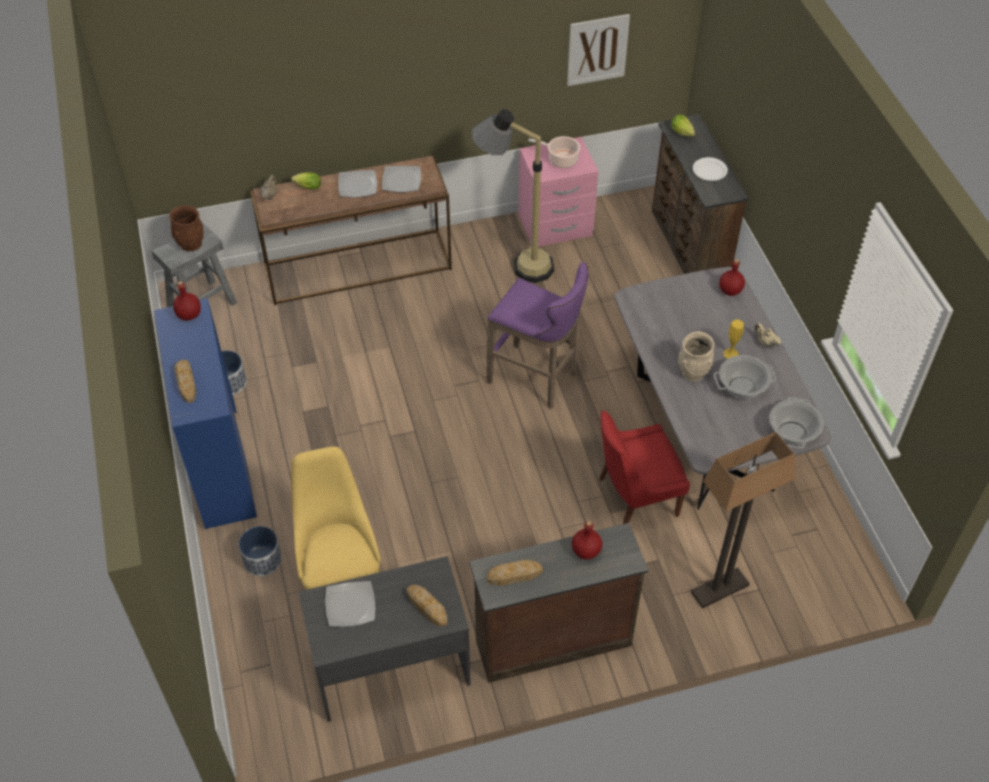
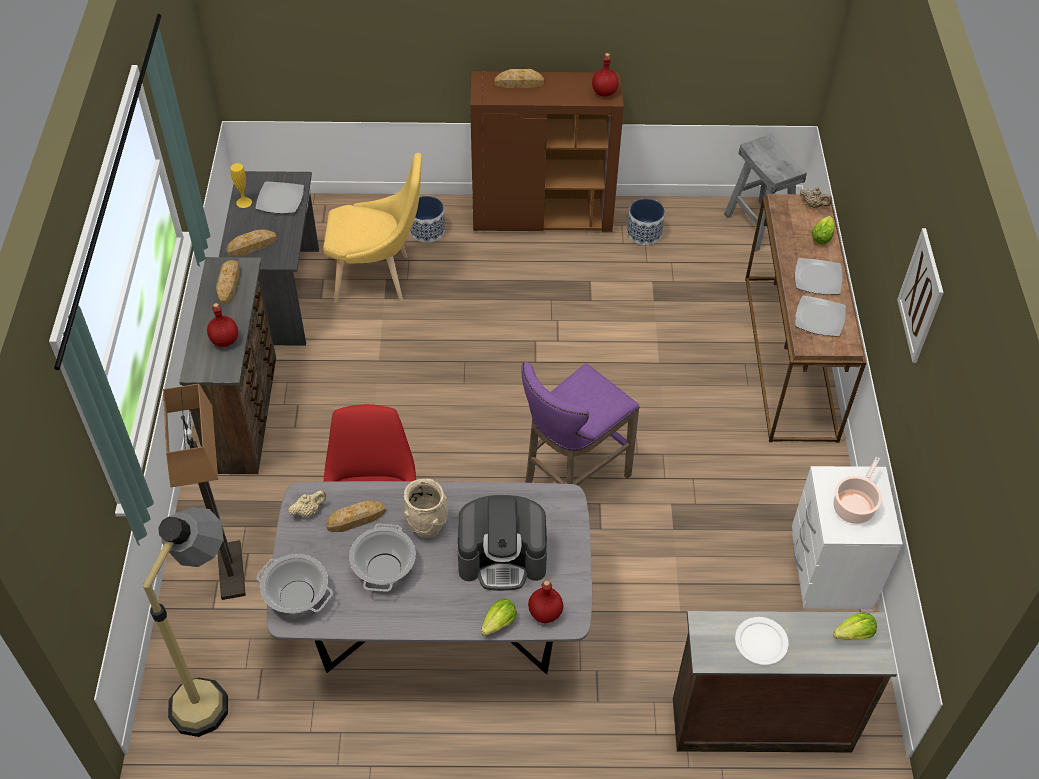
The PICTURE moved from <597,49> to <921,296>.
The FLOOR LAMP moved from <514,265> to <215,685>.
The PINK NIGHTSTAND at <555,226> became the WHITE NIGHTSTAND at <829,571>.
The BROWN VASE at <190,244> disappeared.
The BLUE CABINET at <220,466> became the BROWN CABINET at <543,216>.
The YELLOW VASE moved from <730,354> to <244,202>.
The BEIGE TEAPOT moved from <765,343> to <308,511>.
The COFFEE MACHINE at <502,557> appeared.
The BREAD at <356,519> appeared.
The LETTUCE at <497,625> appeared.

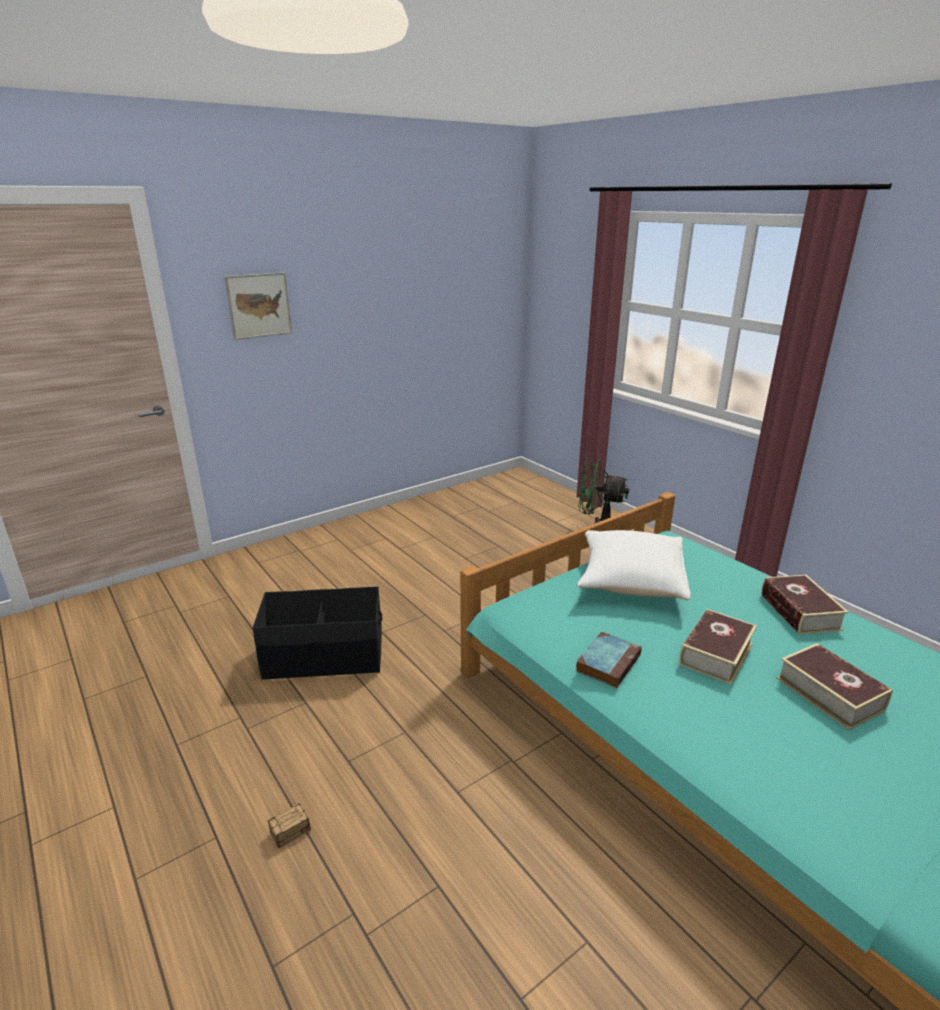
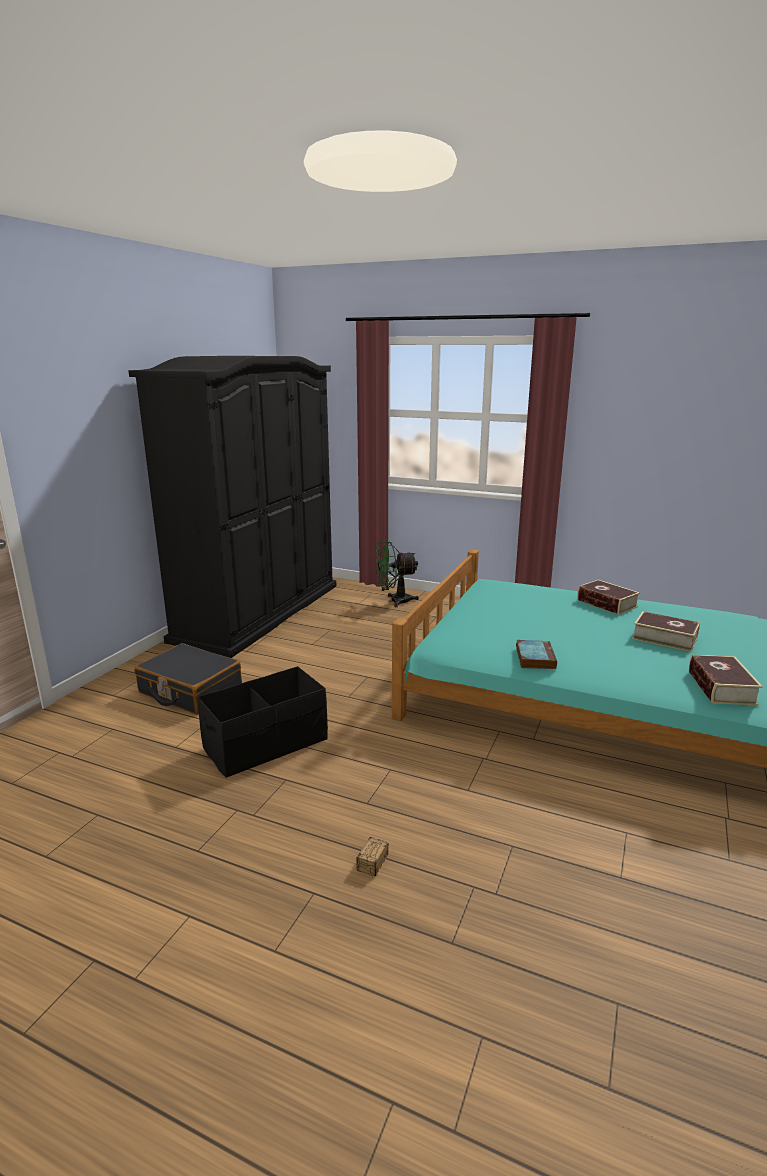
The PICTURE at <259,305> disappeared.
The WHITE PILLOW at <630,581> disappeared.
The BOOK moved from <716,654> to <721,687>.
The BLACK WARDROBE at <259,611> appeared.
The BLACK SUITCASE at <190,690> appeared.

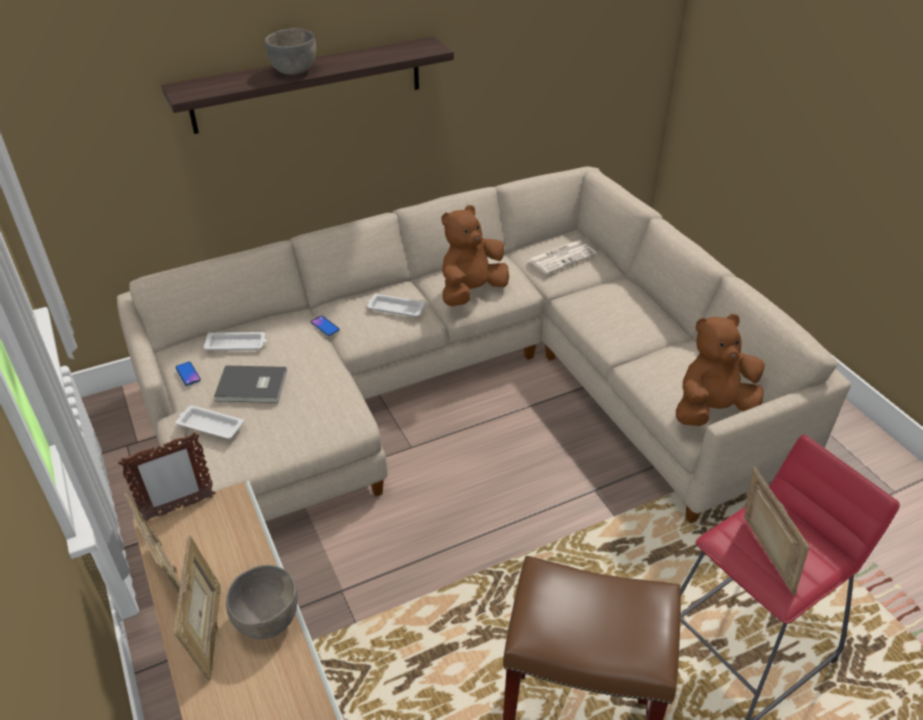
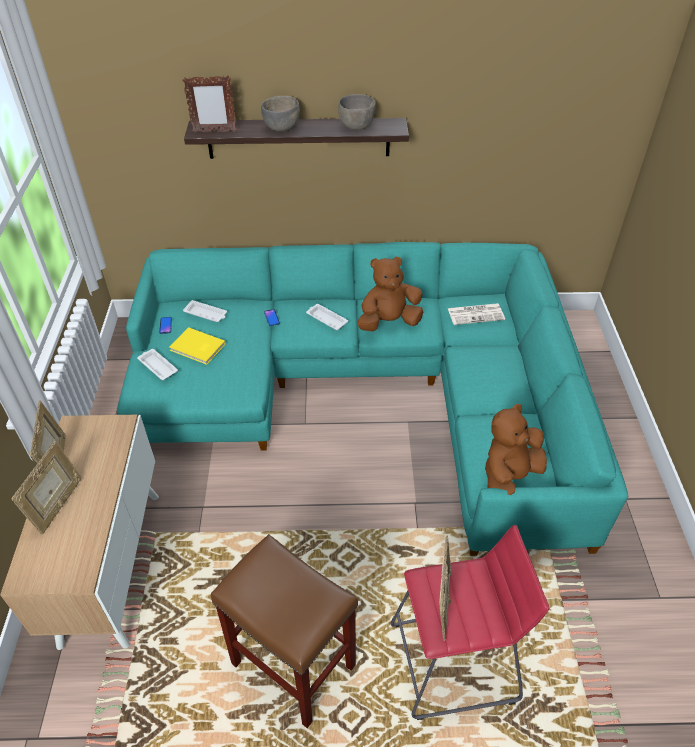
The BEIGE SOFA at <465,385> became the TURQUOISE SOFA at <370,390>.
The BROWN PLUSH TOY at <712,409> turned 45 degrees counterclockwise.
The GREY BOOK at <252,387> became the YELLOW BOOK at <197,348>.
The PICTURE FRAME moved from <179,508> to <214,132>.
The GREY BOWL moved from <267,621> to <356,126>.

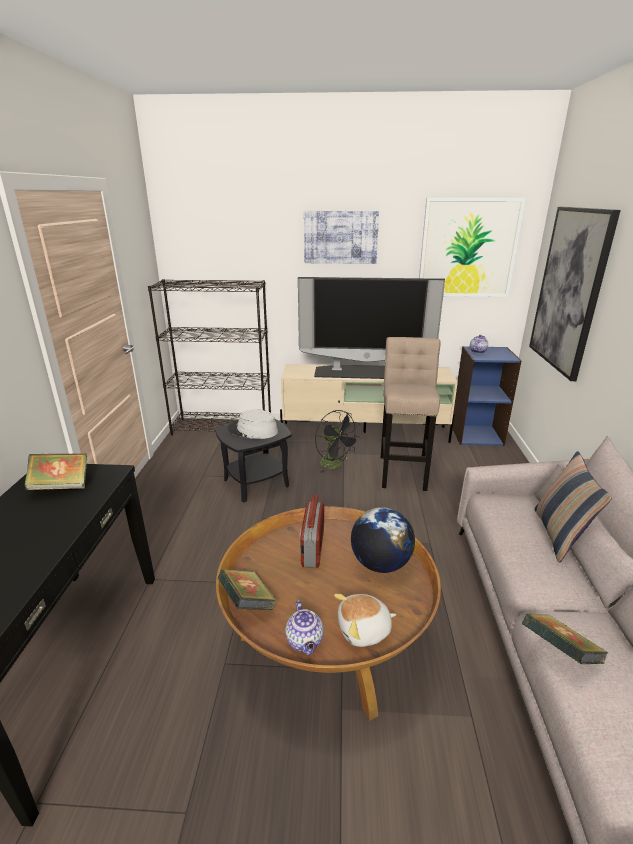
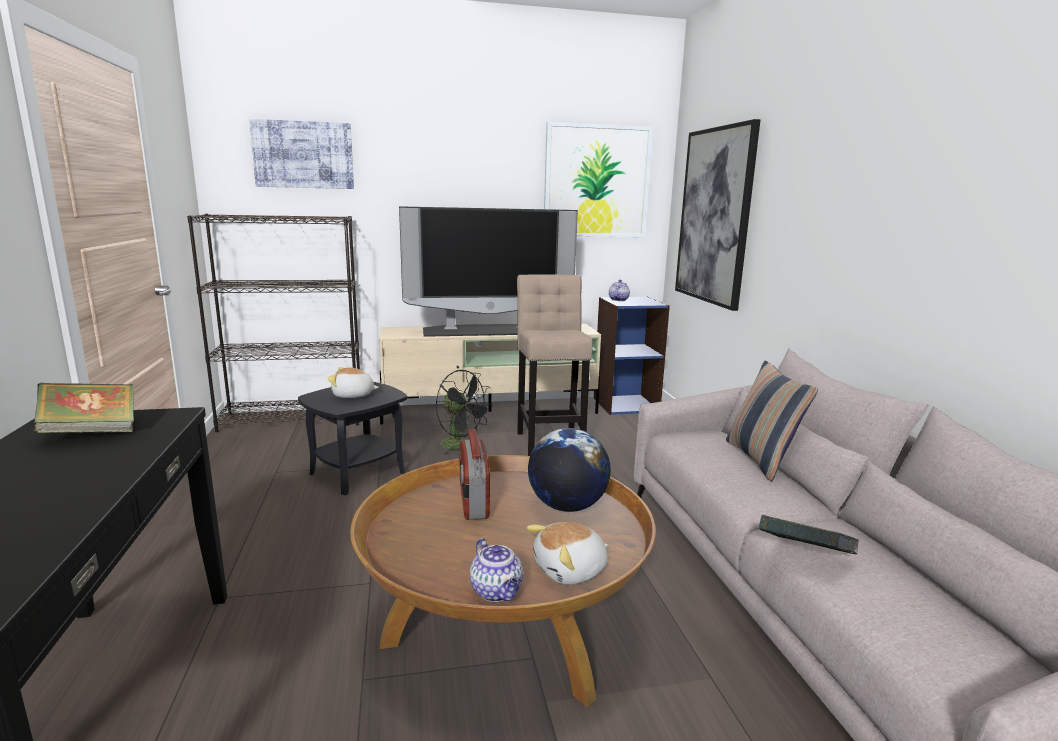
The PICTURE moved from <340,237> to <303,155>.
The GREY HAT at <253,430> was replaced by the PLUSH TOY at <353,395>.
The BOOK at <247,603> disappeared.

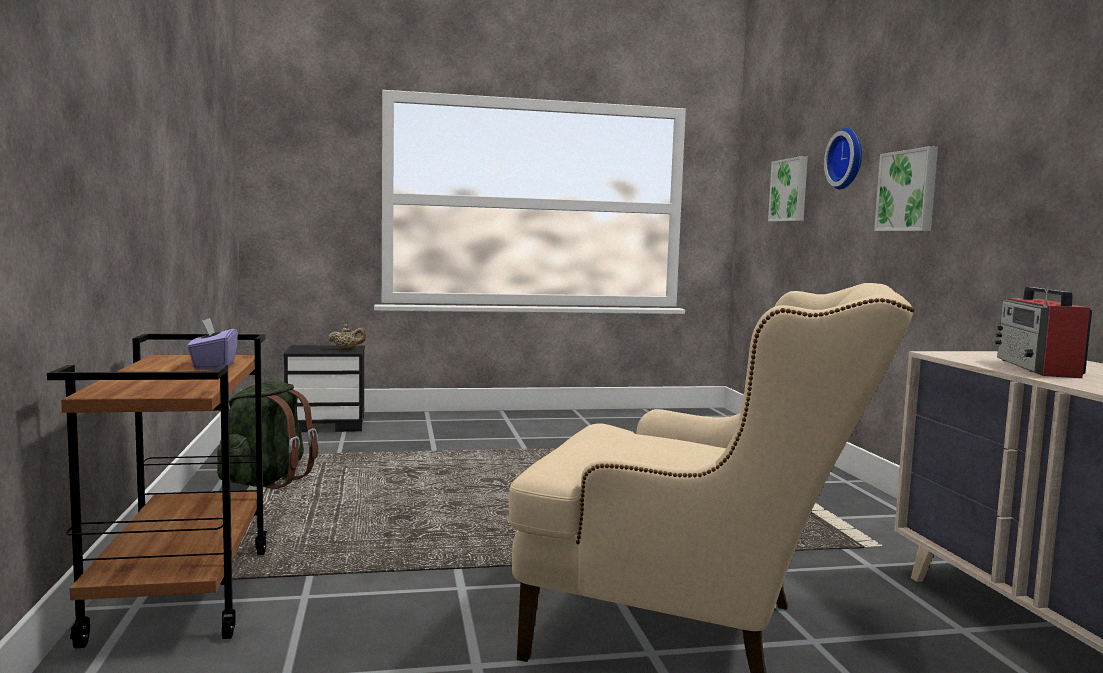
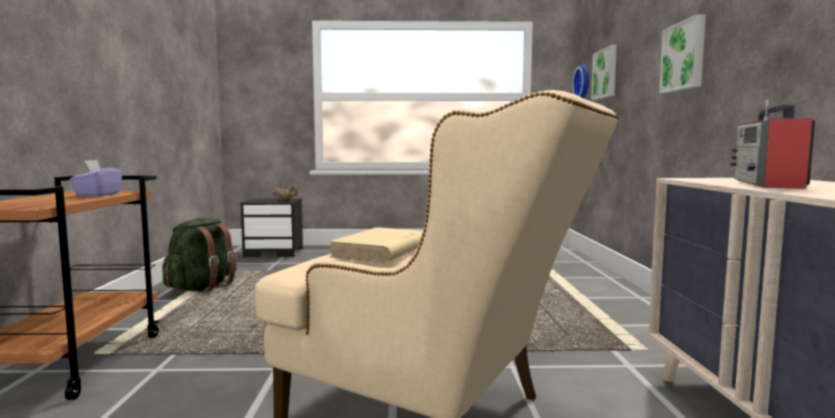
The WALL CLOCK moved from <848,159> to <583,83>.
The BEIGE BOOK at <382,250> appeared.

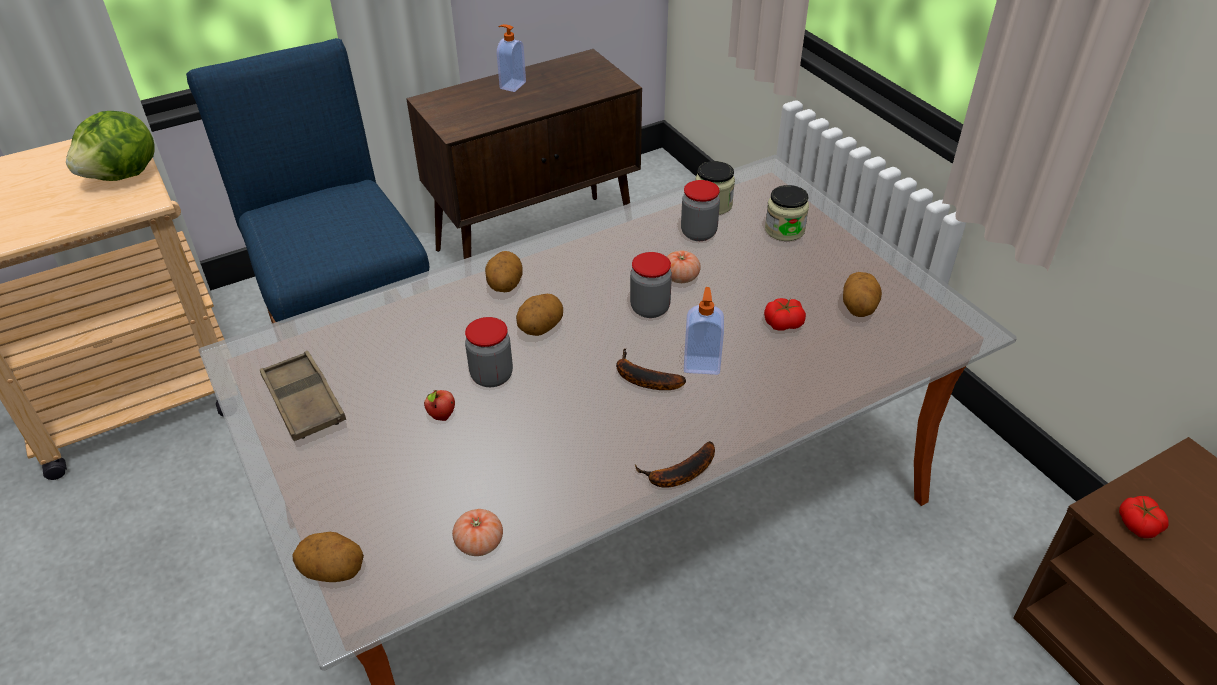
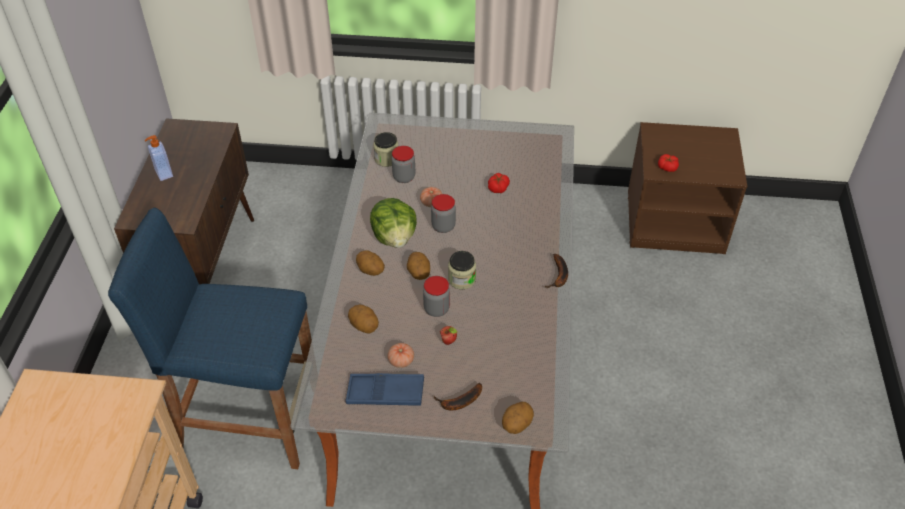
The LETTUCE moved from <124,176> to <395,237>.
The JAR moved from <784,230> to <461,279>.
The POTATO moved from <858,308> to <364,326>.
The SOAP DISPENSER at <701,364> disappeared.
The BANANA moved from <642,379> to <459,402>.
The BROWN TRAY at <304,401> became the BLUE TRAY at <385,393>.
The TOMATO moved from <479,543> to <401,361>.

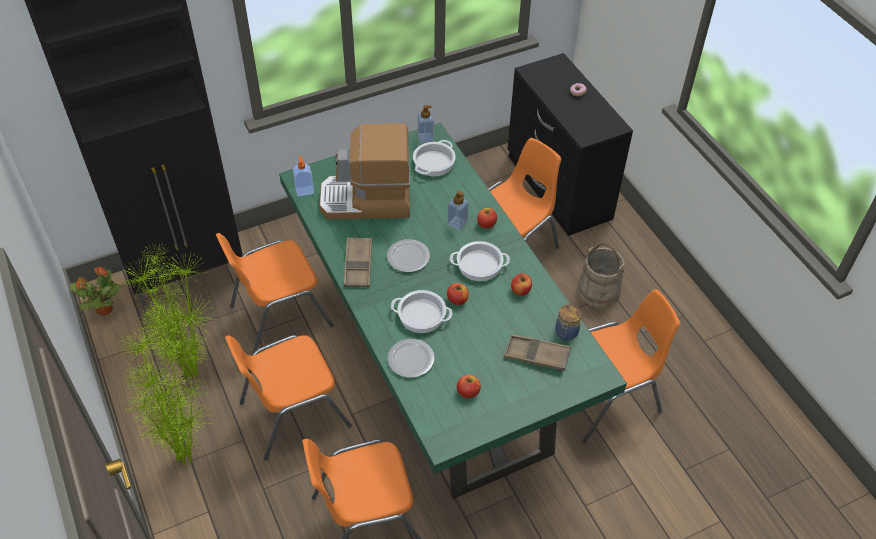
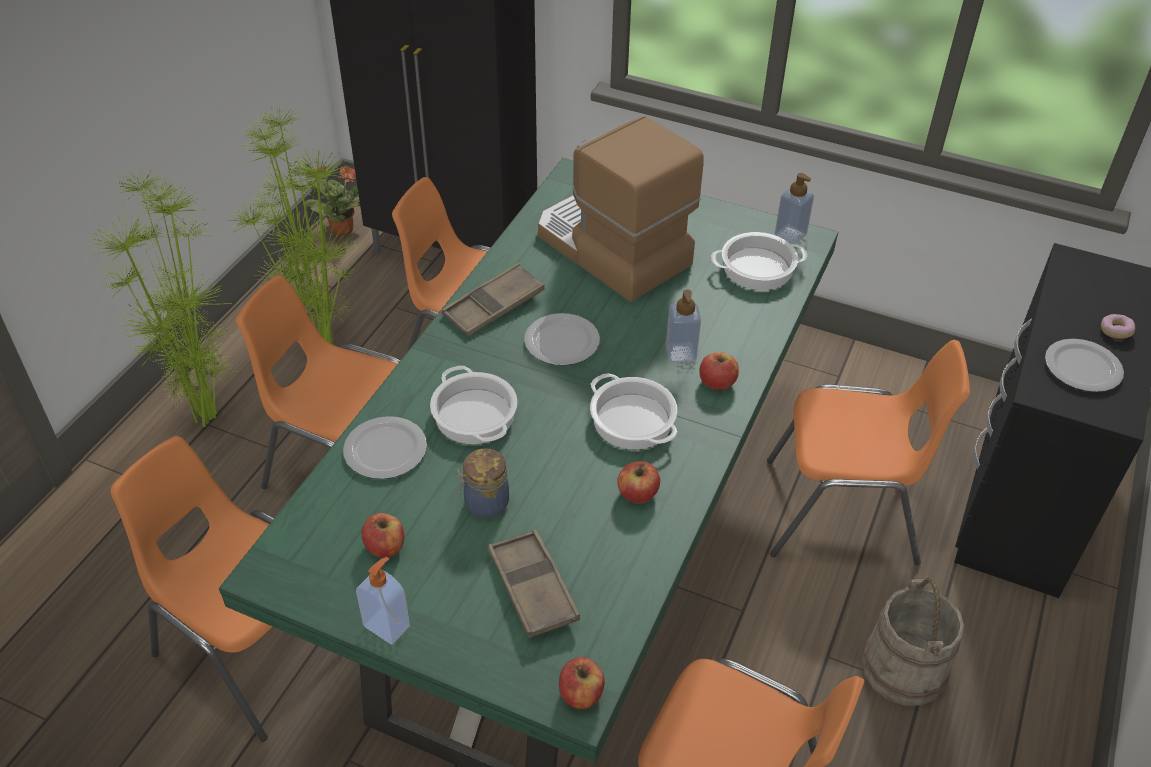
The SOAP DISPENSER moved from <304,190> to <387,625>.
The APPLE moved from <457,299> to <581,694>.
The JAR moved from <566,333> to <484,503>.
The PLATE at <1084,368> appeared.

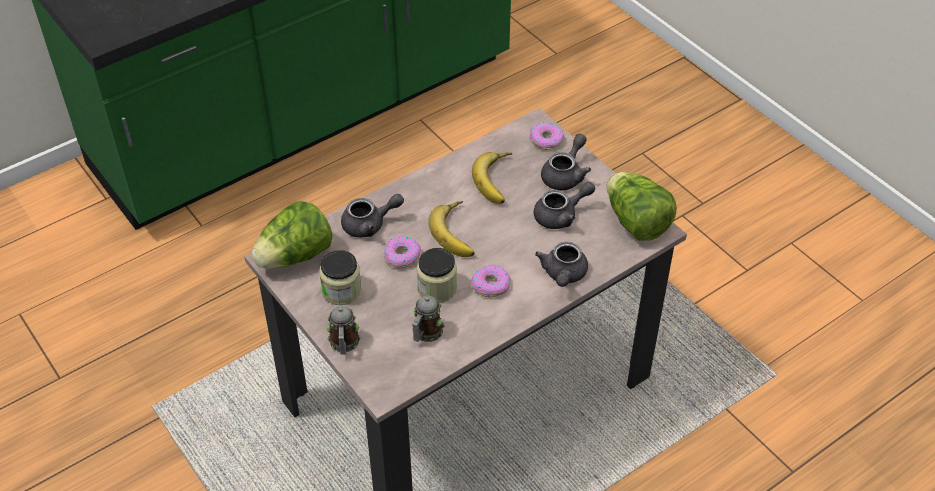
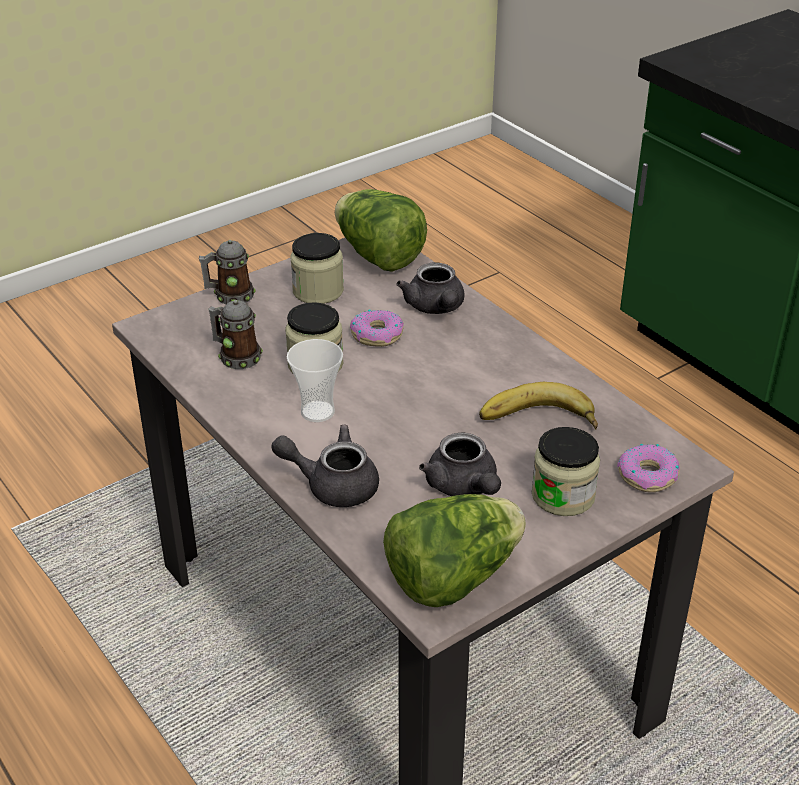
The GREY TEAPOT at <565,175> was replaced by the JAR at <563,496>.
The BANANA at <458,233> disappeared.
The DONUT at <490,285> was replaced by the CUP at <317,412>.

